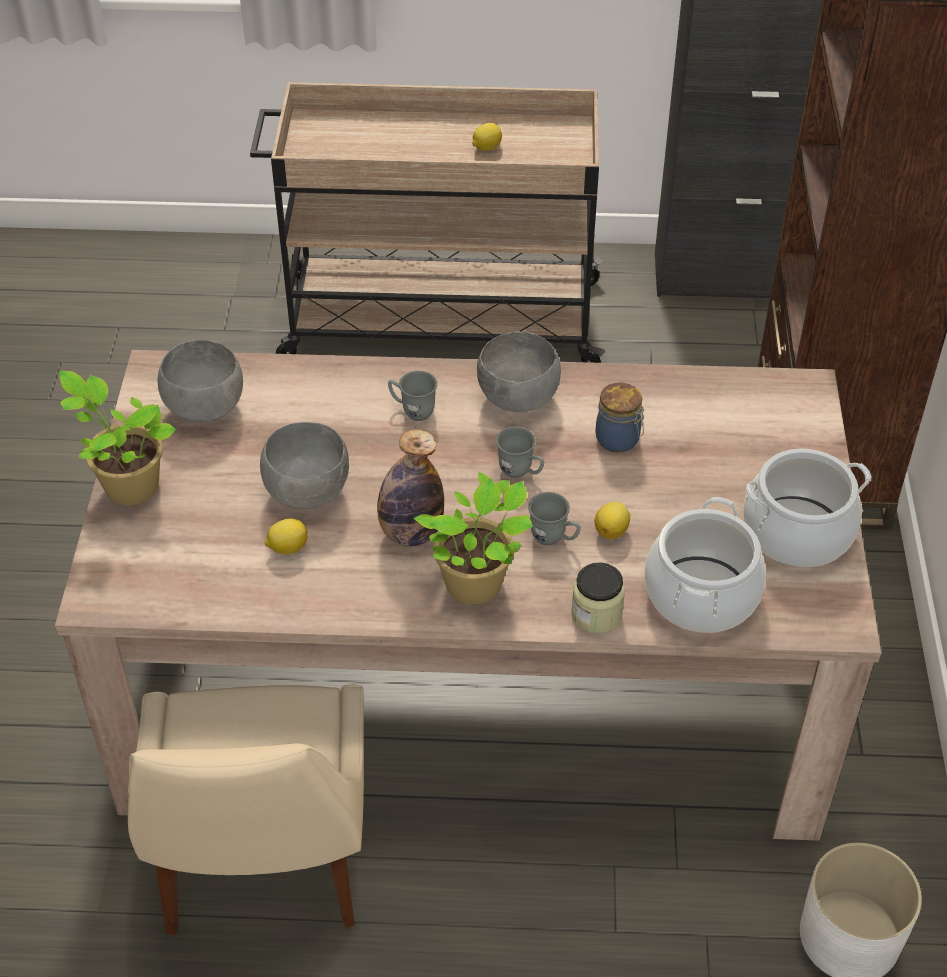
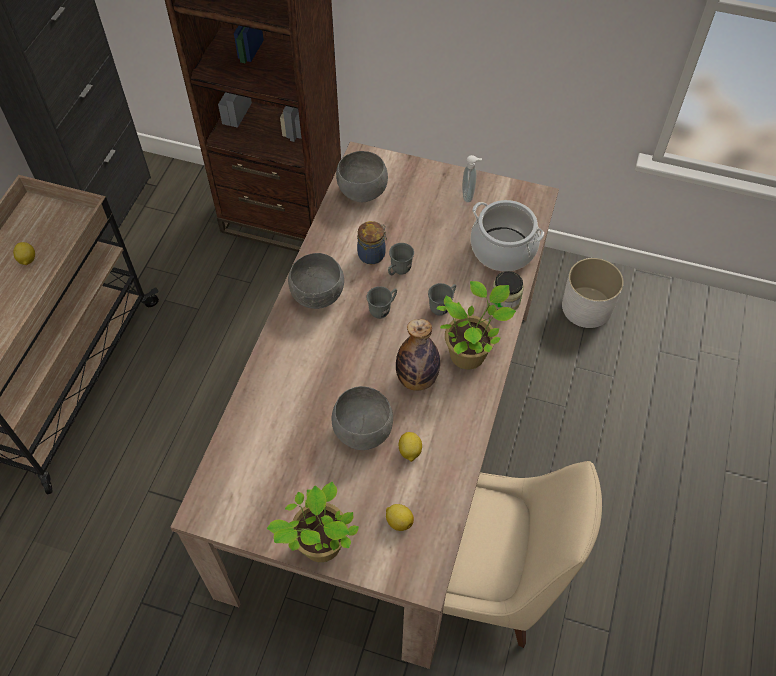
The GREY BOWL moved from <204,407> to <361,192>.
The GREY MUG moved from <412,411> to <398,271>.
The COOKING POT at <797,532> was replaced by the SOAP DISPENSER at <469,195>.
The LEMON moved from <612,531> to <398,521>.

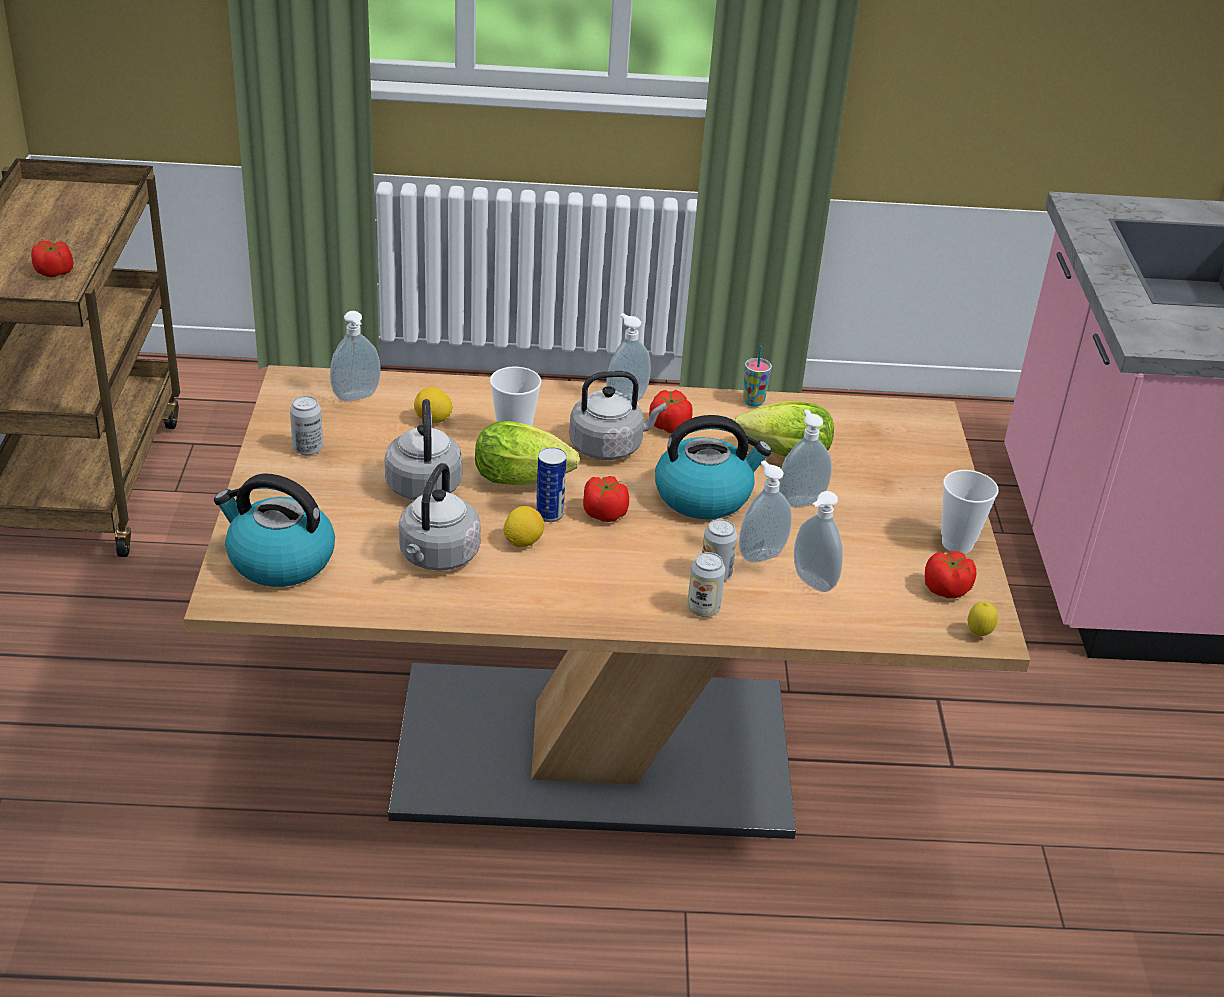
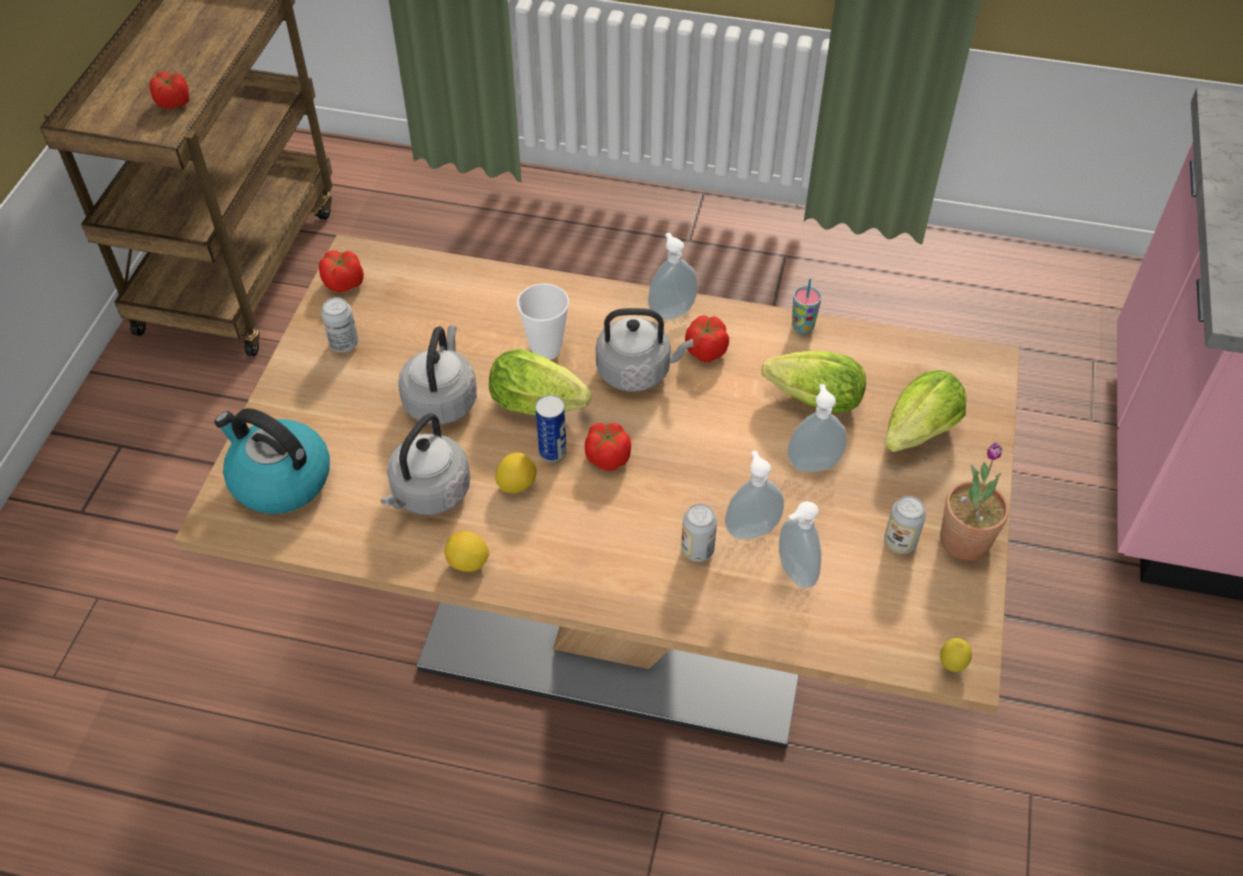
The SOAP DISPENSER at <357,398> disappeared.
The LEMON moved from <433,420> to <468,563>.
The KETTLE at <704,496> disappeared.
The CUP at <957,543> was replaced by the POTTED PLANT at <964,540>.
The TOMATO moved from <946,589> to <344,283>.
The CAN moved from <703,609> to <900,542>.
The LETTUCE at <915,435> appeared.

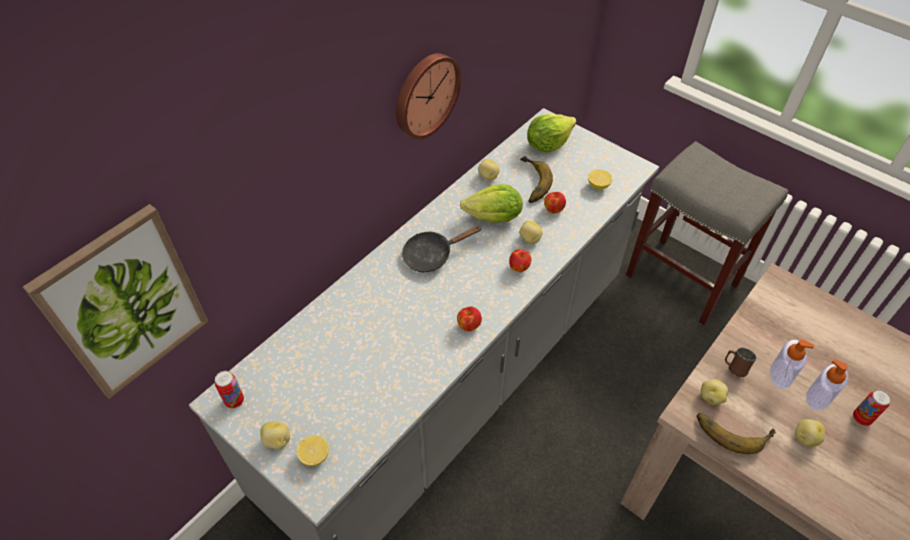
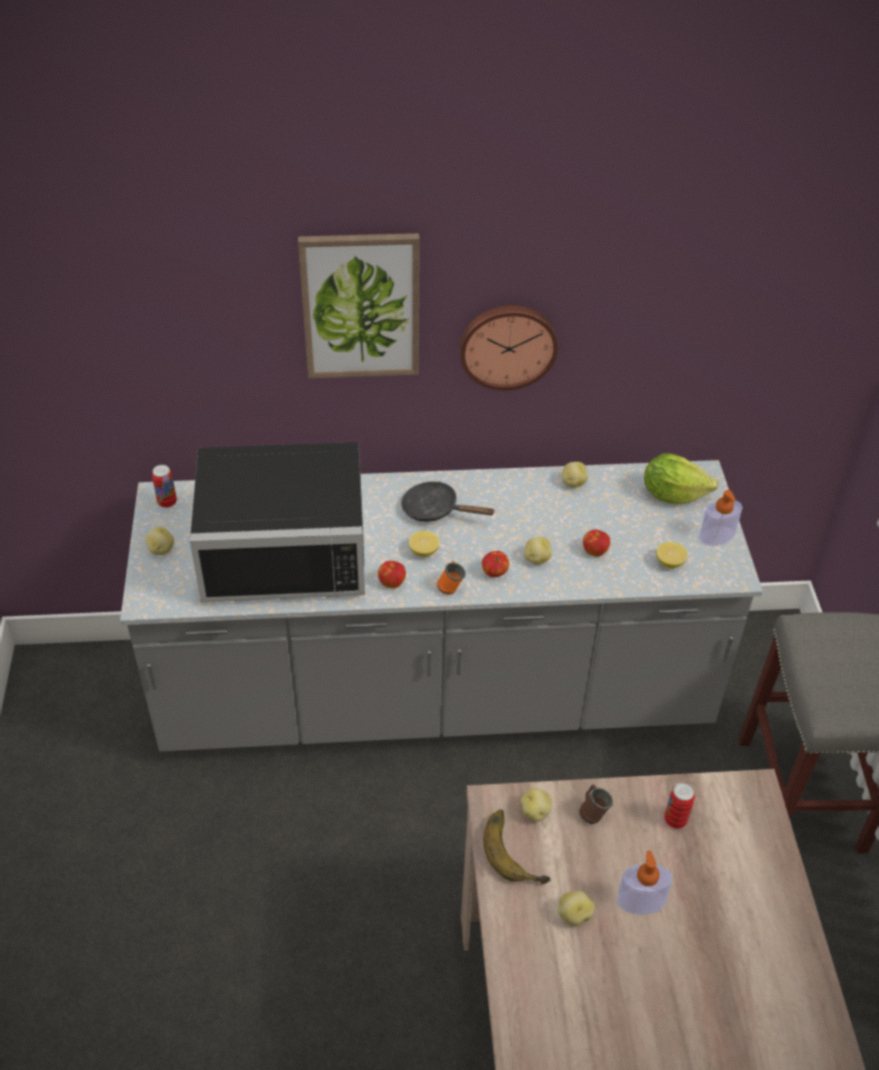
The BANANA at <529,183> disappeared.
The LETTUCE at <494,218> disappeared.
The PICTURE moved from <125,303> to <361,305>.
The SOAP DISPENSER moved from <781,373> to <716,536>.
The CAN moved from <861,418> to <675,820>.
The LEMON moved from <314,456> to <424,551>.
The BLACK MICROWAVE at <286,545> appeared.
The ORANGE MUG at <450,586> appeared.

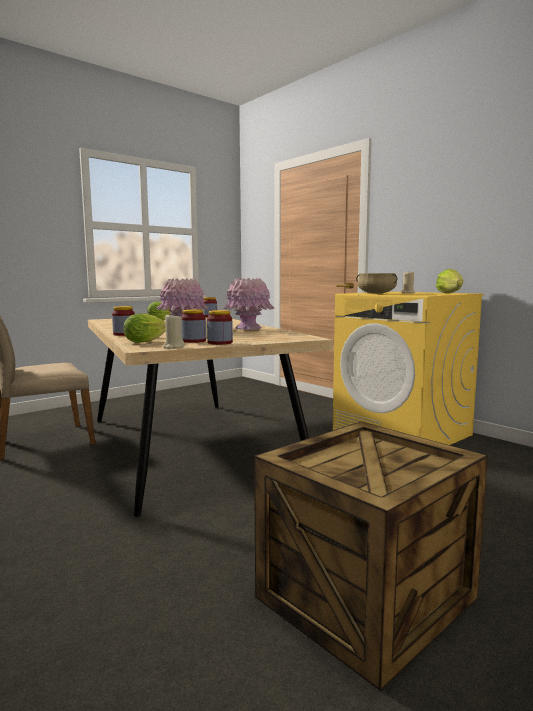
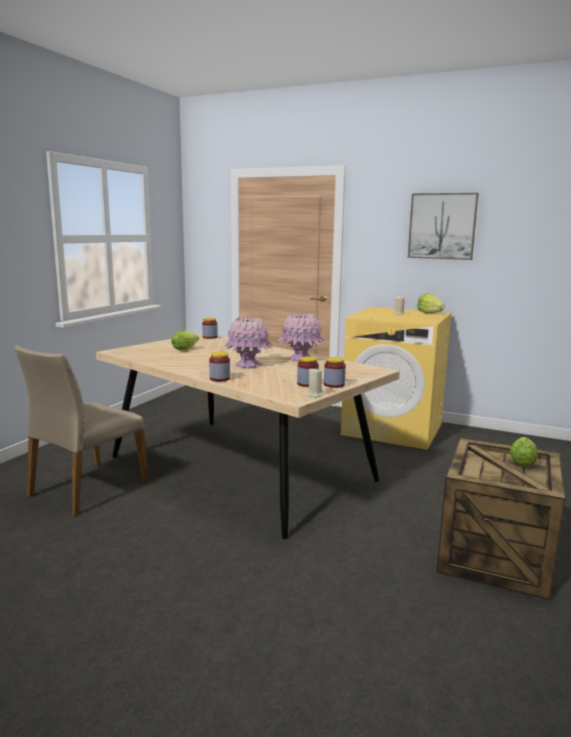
The BEIGE COOKING POT at <376,293> disappeared.
The LETTUCE moved from <147,341> to <522,462>.
The PICTURE at <442,226> appeared.

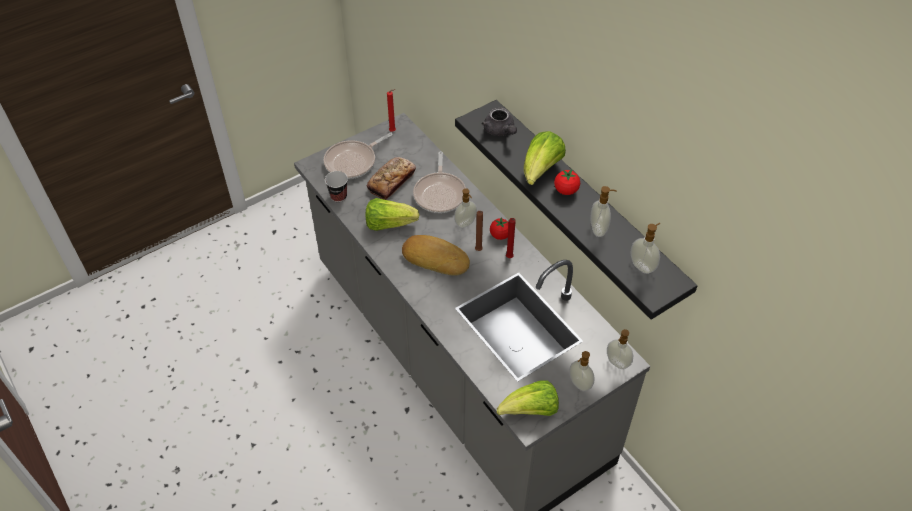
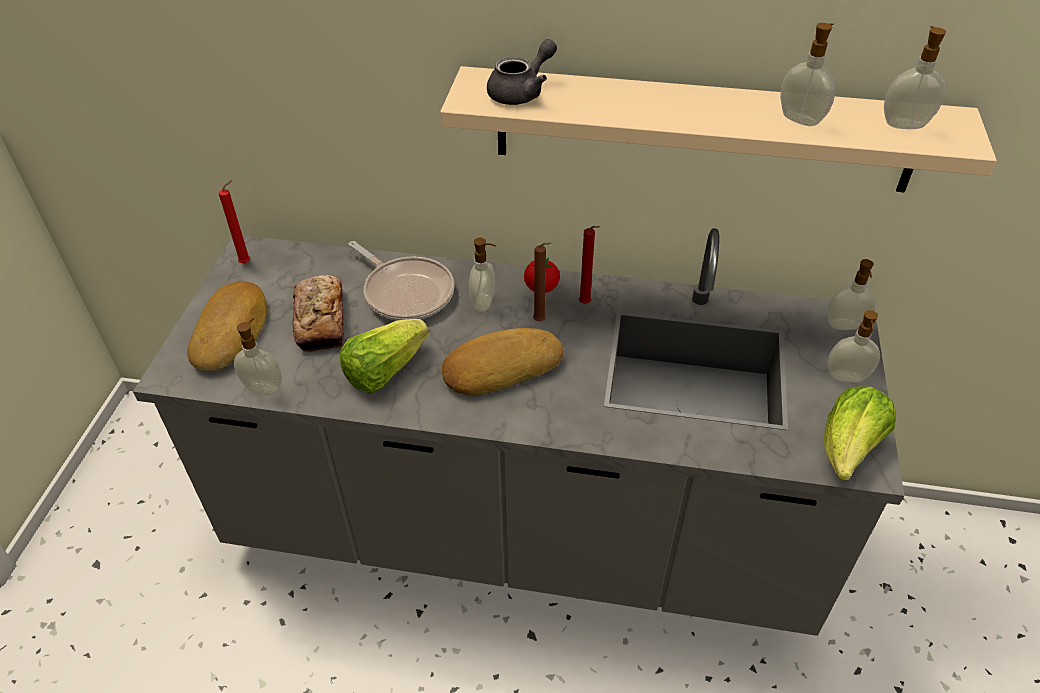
The BLACK SHELF at <584,204> became the BEIGE SHELF at <702,130>.
The GREY TEAPOT at <500,131> turned 60 degrees counterclockwise.
The LETTUCE at <541,171> disappeared.
The FRYING PAN at <353,162> was replaced by the BREAD at <232,331>.
The TOMATO at <566,190> disappeared.
The CUP at <338,196> was replaced by the SOAP DISPENSER at <264,387>.

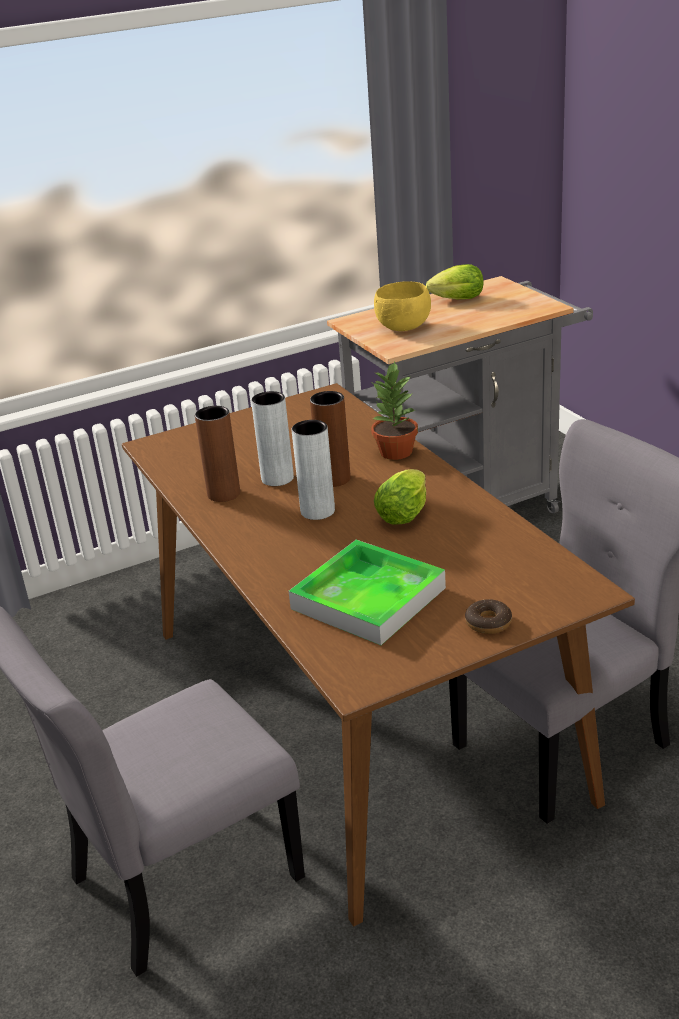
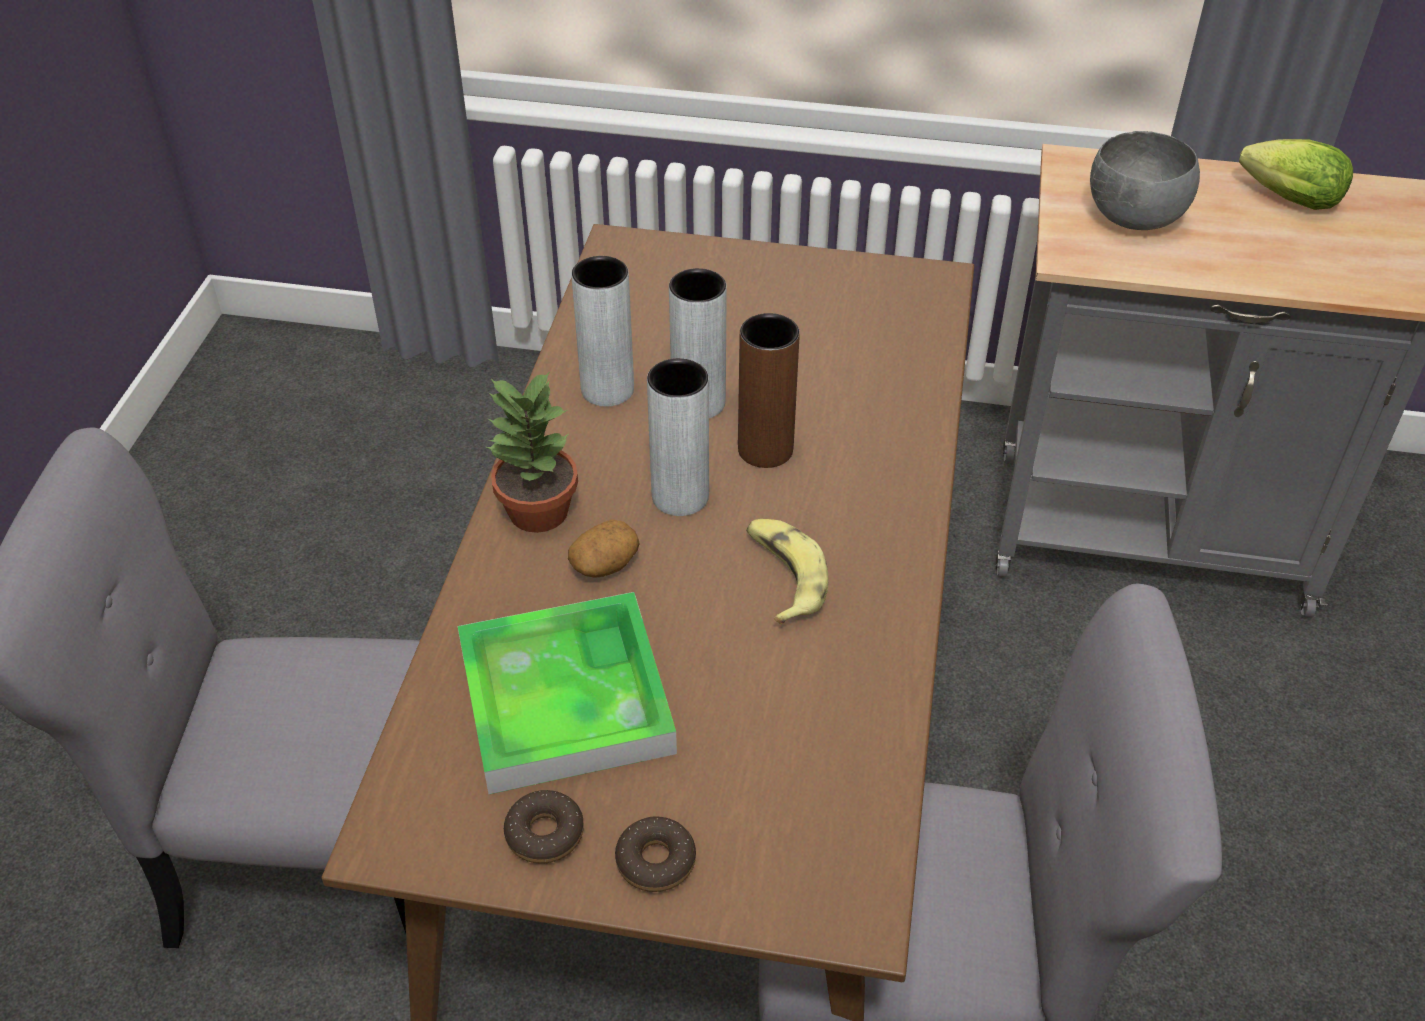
The YELLOW BOWL at <403,328> became the GREY BOWL at <1133,220>.
The POTTED PLANT moved from <395,452> to <536,511>.
The BROWN VASE at <224,494> became the GREY VASE at <607,390>.
The LETTUCE at <405,513> was replaced by the BANANA at <783,576>.
The POTATO at <604,564> appeared.
The DONUT at <544,834> appeared.

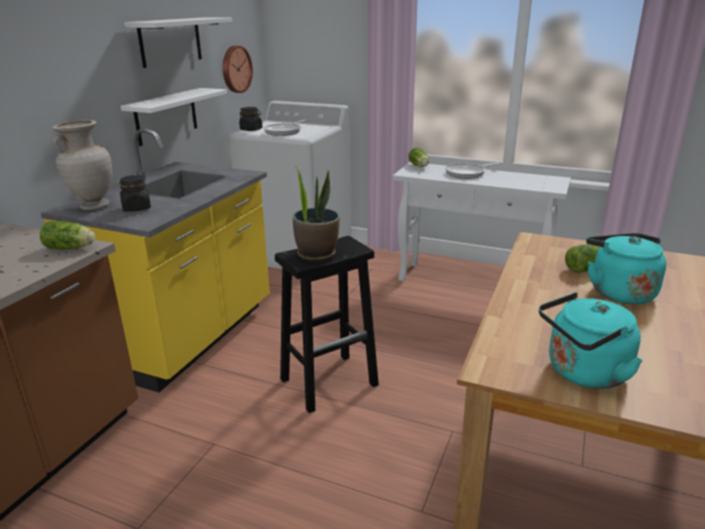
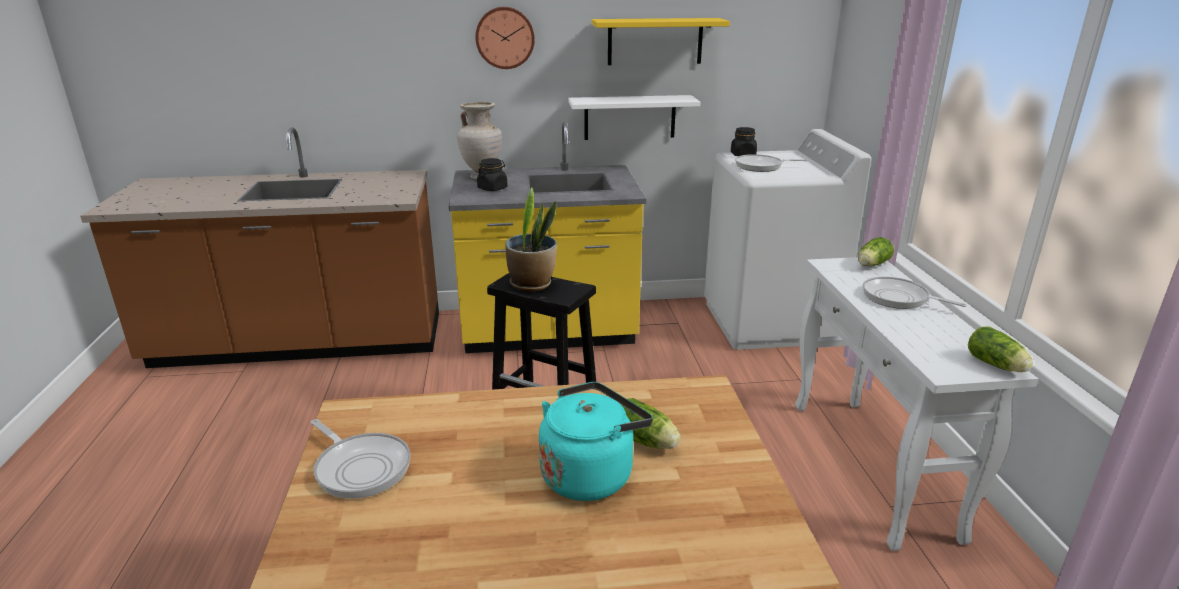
The WHITE SHELF at <170,41> became the YELLOW SHELF at <655,41>.
The WALL CLOCK moved from <235,69> to <505,37>.
The LETTUCE moved from <71,248> to <997,365>.
The TURQUOISE KETTLE at <583,373> was replaced by the FRYING PAN at <360,467>.

